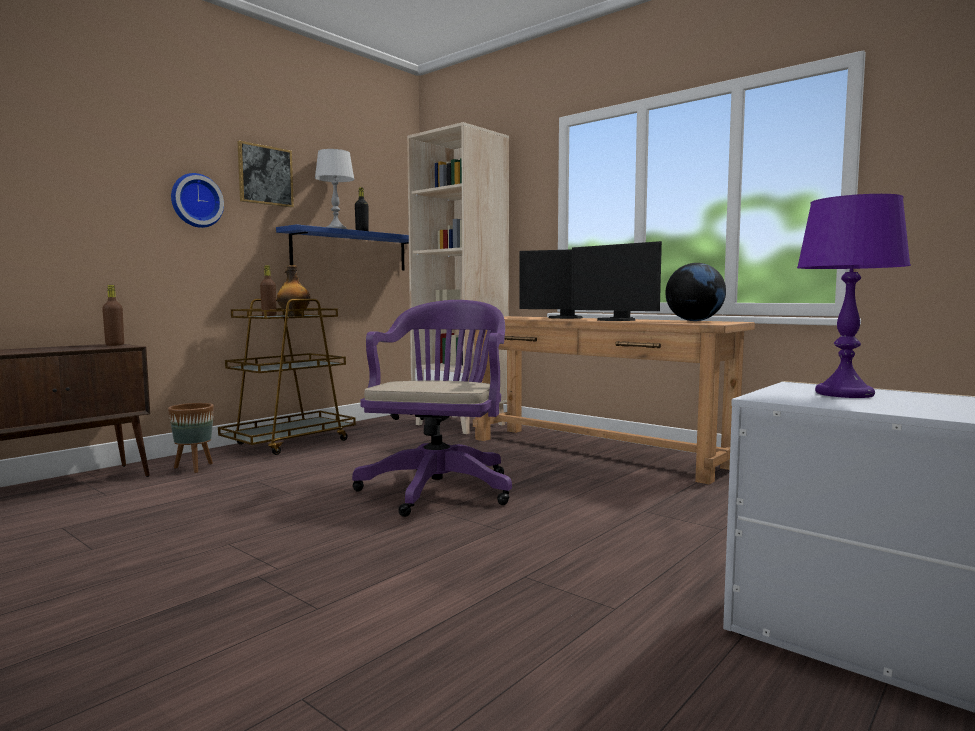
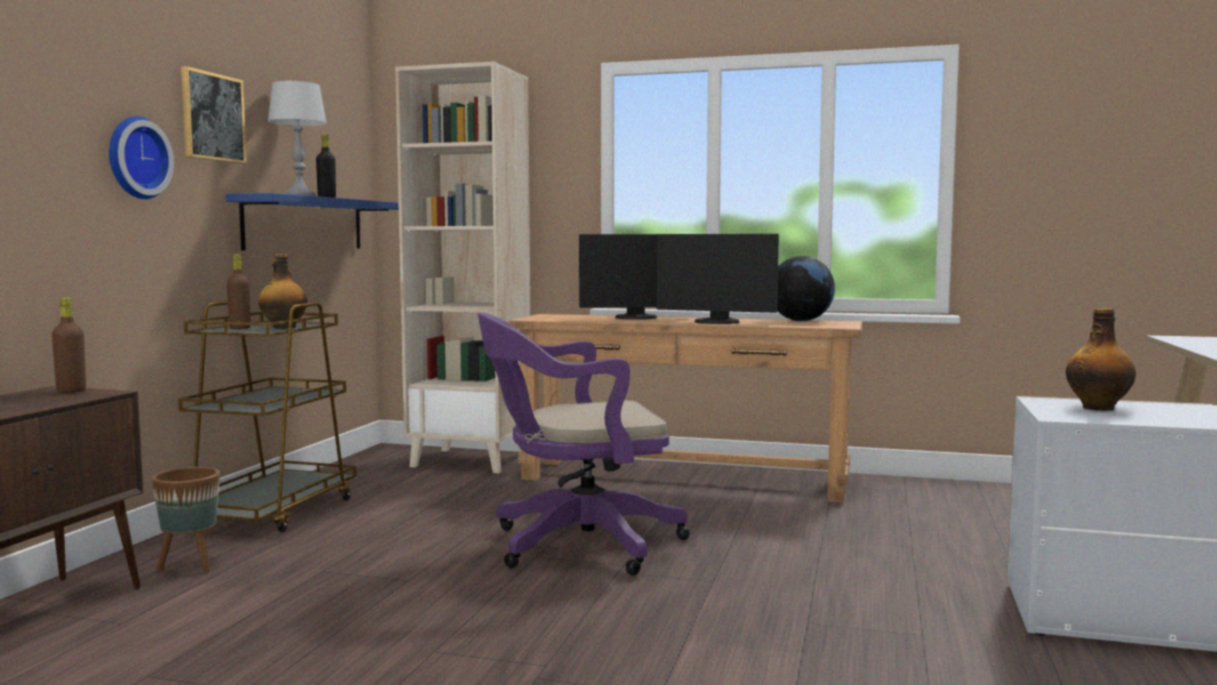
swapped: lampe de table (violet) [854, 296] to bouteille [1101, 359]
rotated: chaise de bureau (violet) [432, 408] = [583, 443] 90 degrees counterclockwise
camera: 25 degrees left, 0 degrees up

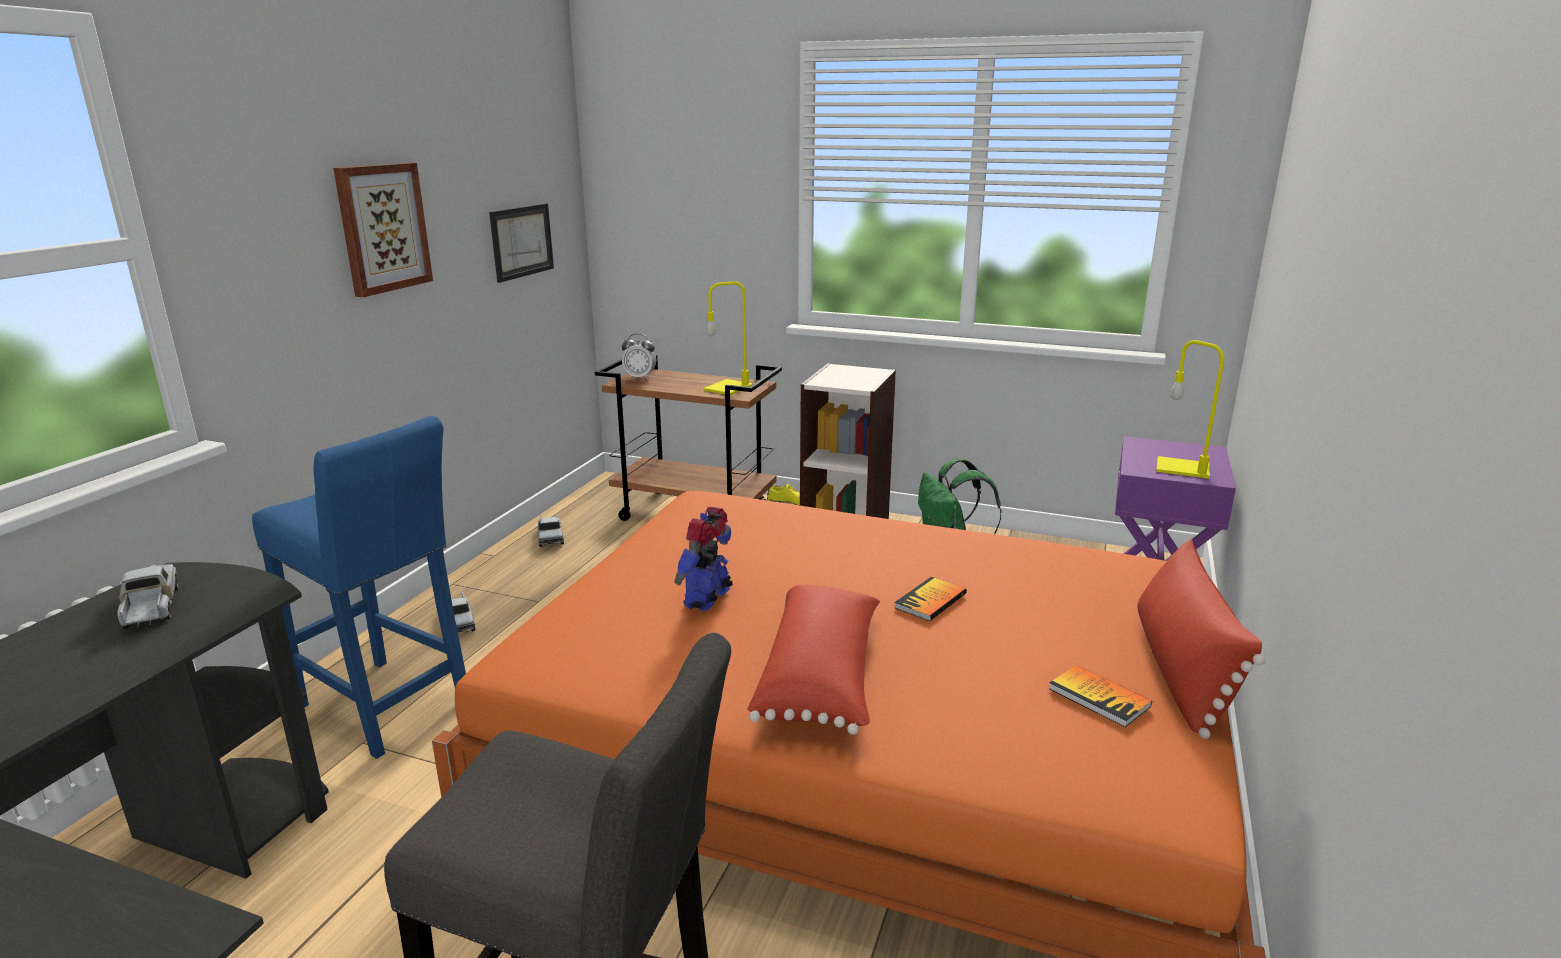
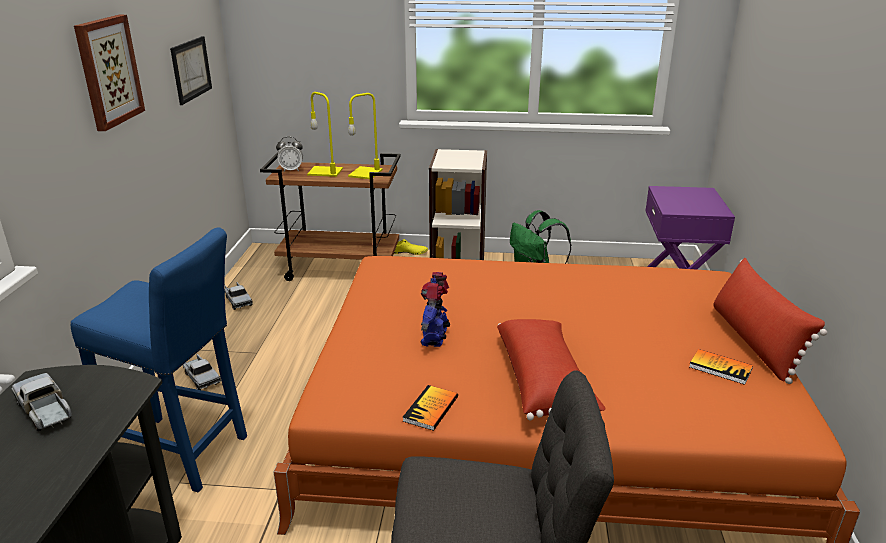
shifted: lampe de table (jaune) [1190, 409] to [325, 134]; livre [930, 599] to [430, 408]
camera: 15 degrees left, 5 degrees up

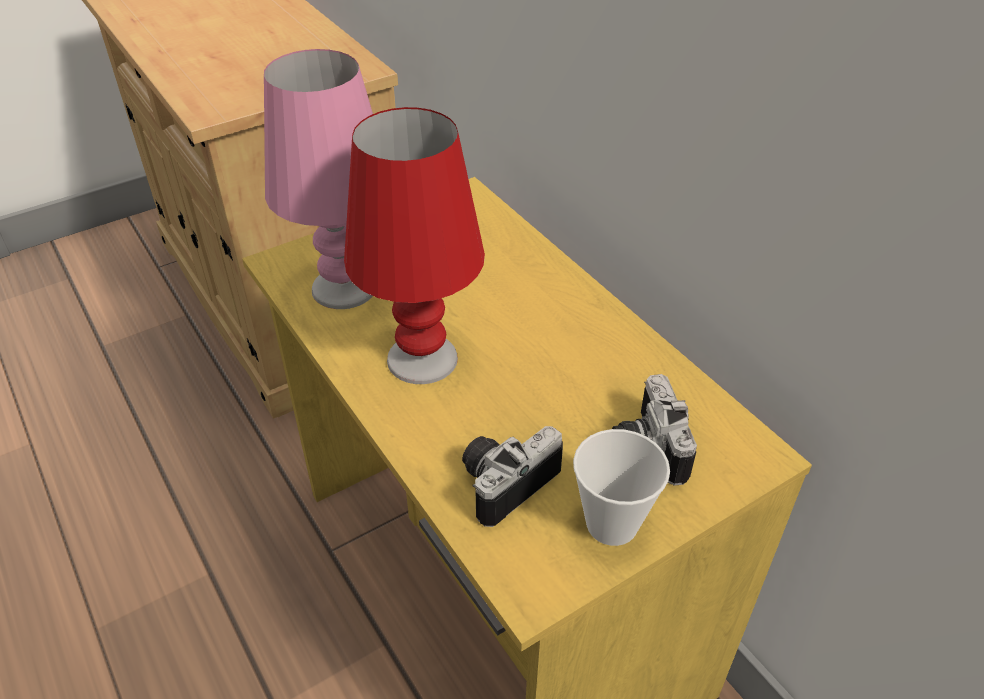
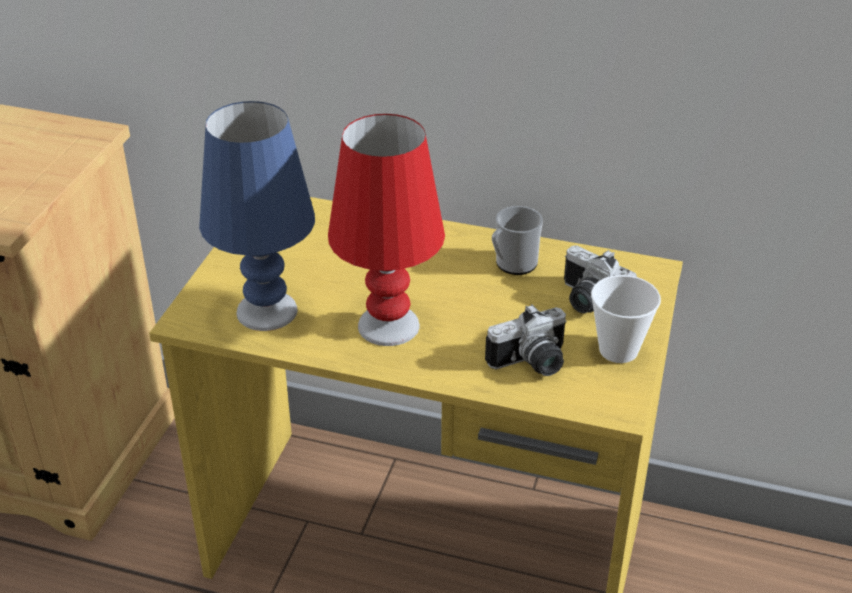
new: mug [517, 240]
repainted: lampe de table (rose) [318, 179] to lampe de table (bleu) [257, 216]
rotated: appareil photo [512, 476] = [526, 340] 120 degrees counterclockwise
camera: 40 degrees left, 5 degrees down

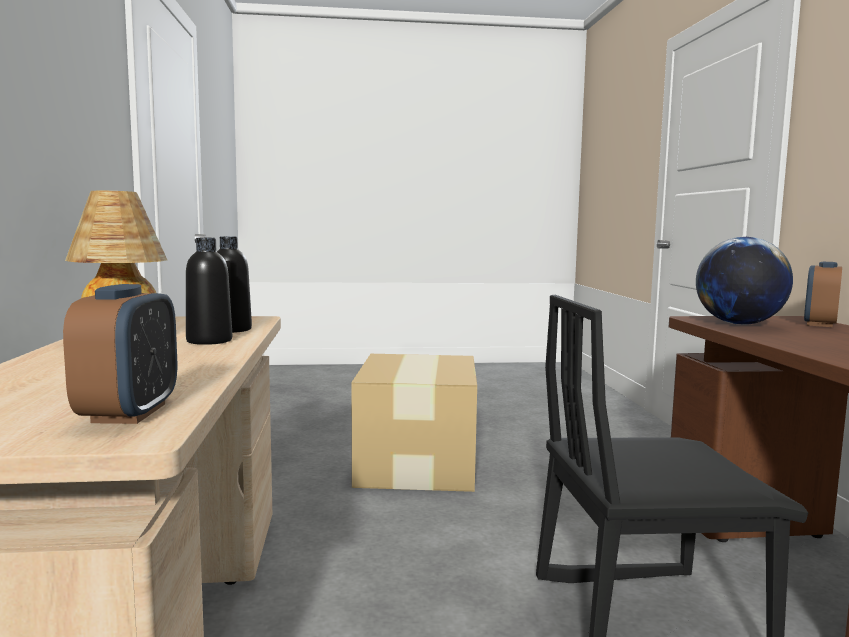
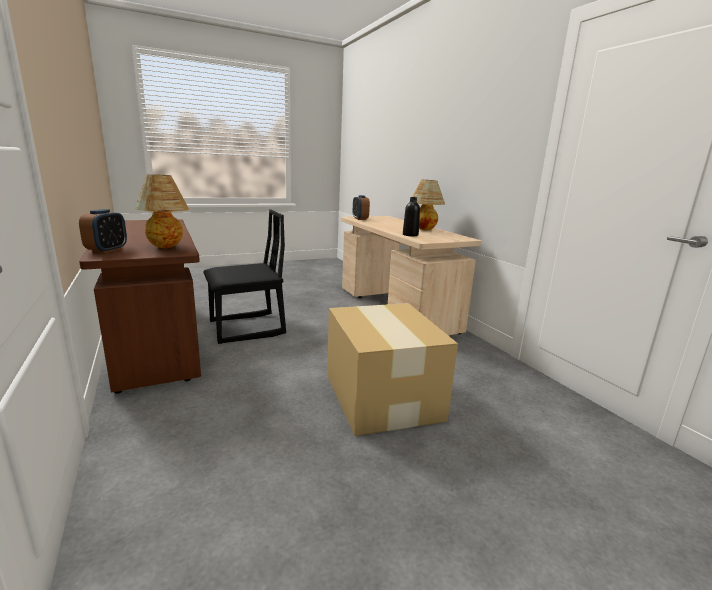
gone: bouteille (noir) [209, 291]
swapped: globe [744, 281] to lampe de table [162, 211]
camera: 160 degrees right, 10 degrees up

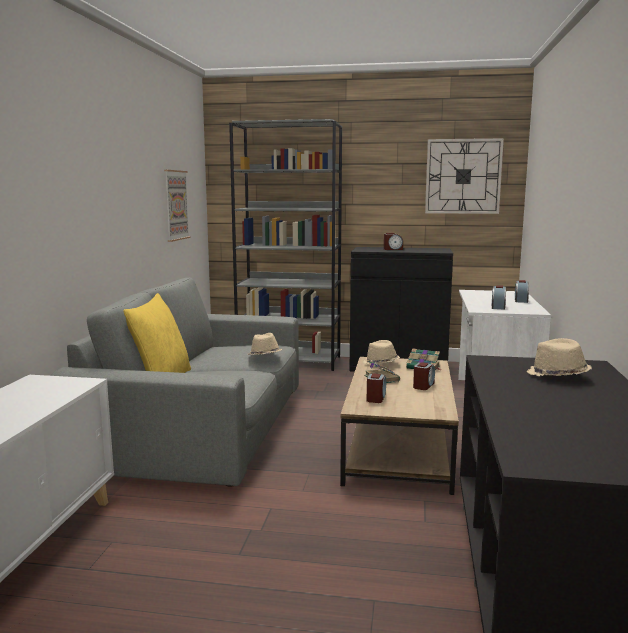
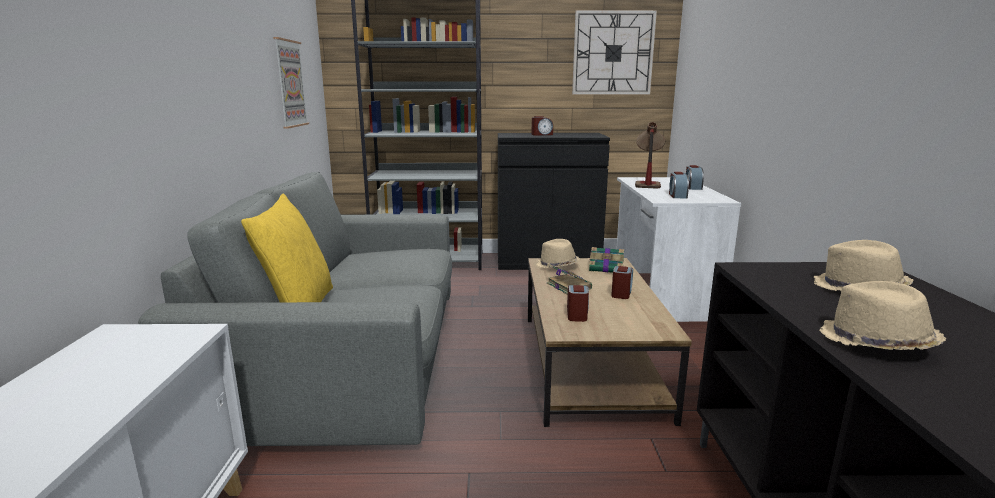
new: lampe de table [650, 155]
shifted: chapeau (beige) [264, 344] to [882, 315]
camera: 10 degrees left, 5 degrees up

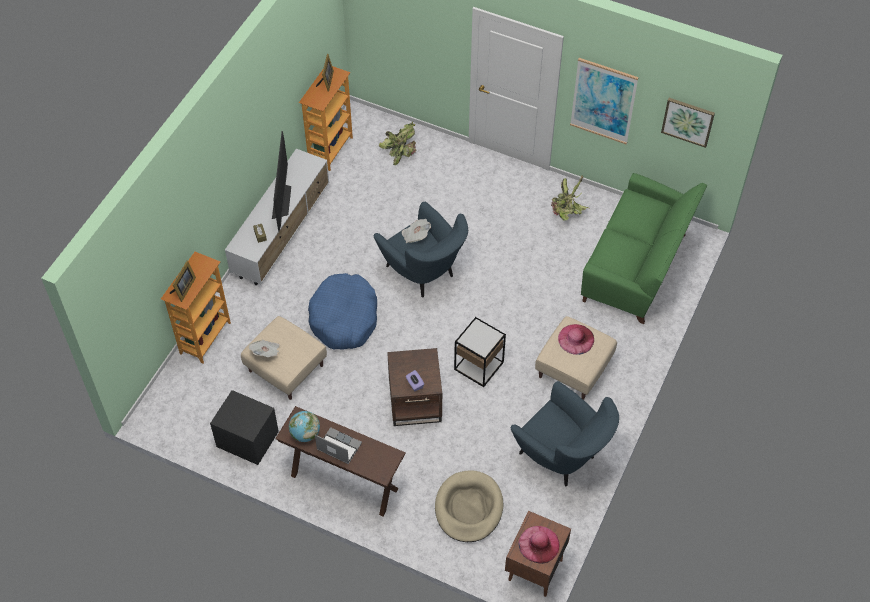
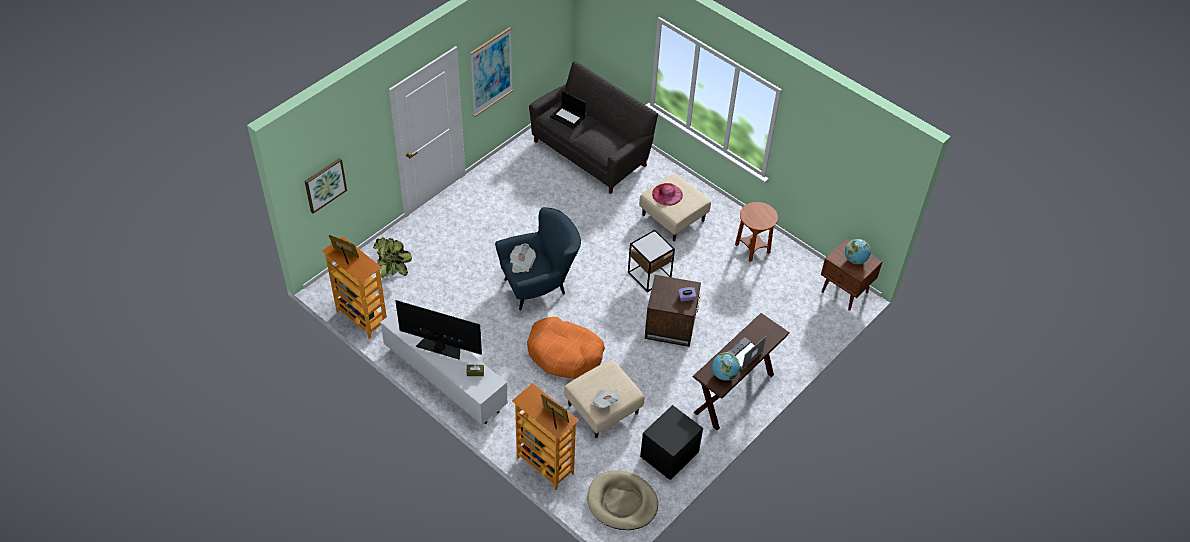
gone: plante en pot [571, 197]
new: ordinateur portable [568, 110]
shifted: tableau [688, 123] to [326, 186]; panier pour chien (beige) [469, 506] to [622, 500]
swapped: fauteuil (bleu) [564, 433] to table d'appoint (marron) [756, 232]; chapeau (rose) [538, 545] to globe [858, 251]
repainted: panier pour chien (bleu) [342, 311] to panier pour chien (orange) [566, 348]; canapé (vert) [644, 248] to canapé (gris) [593, 127]
camera: 75 degrees left, 5 degrees down

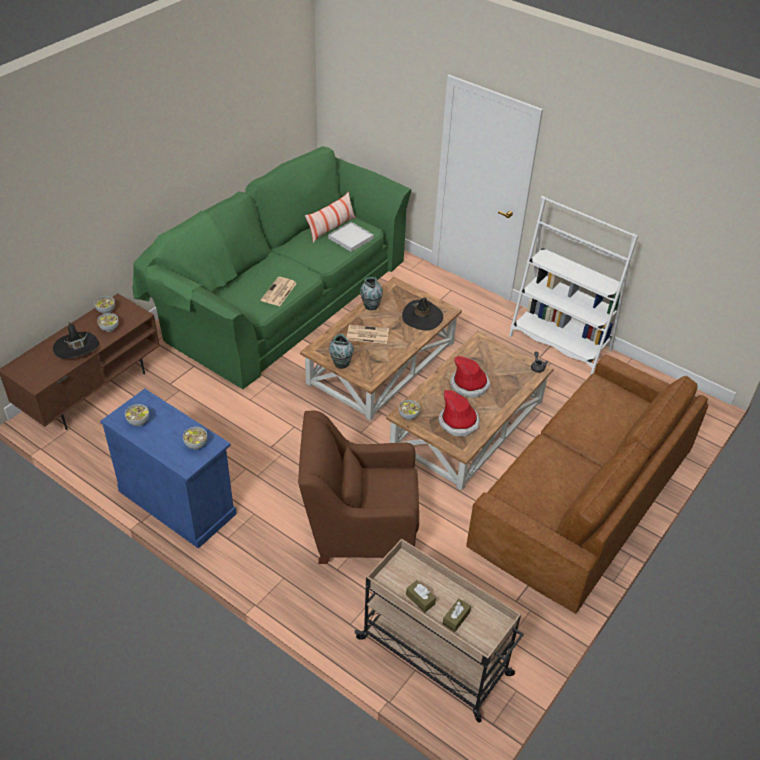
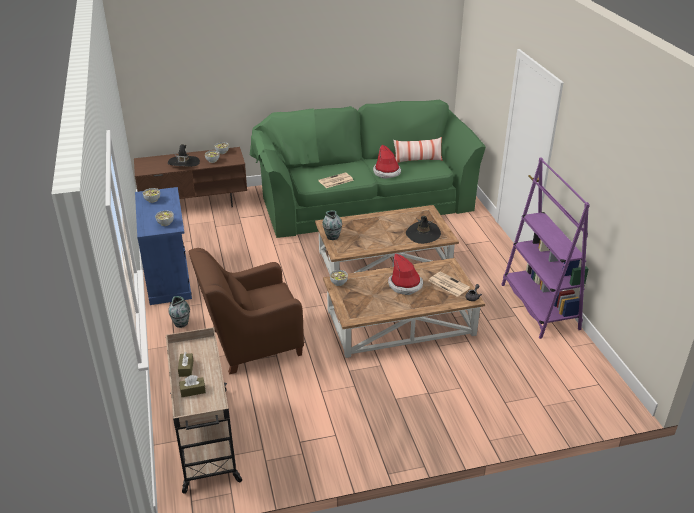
gone: plateau (blanc) [350, 237]; canapé (marron) [587, 484]
shifted: vase [371, 293] to [179, 312]; chapeau [459, 413] to [387, 161]; journal [368, 334] to [449, 284]
repainted: bibliothèque (blanc) [573, 285] to bibliothèque (violet) [545, 248]
rotated: fauteuil (marron) [358, 487] = [246, 311] 60 degrees counterclockwise
camera: 40 degrees right, 10 degrees down

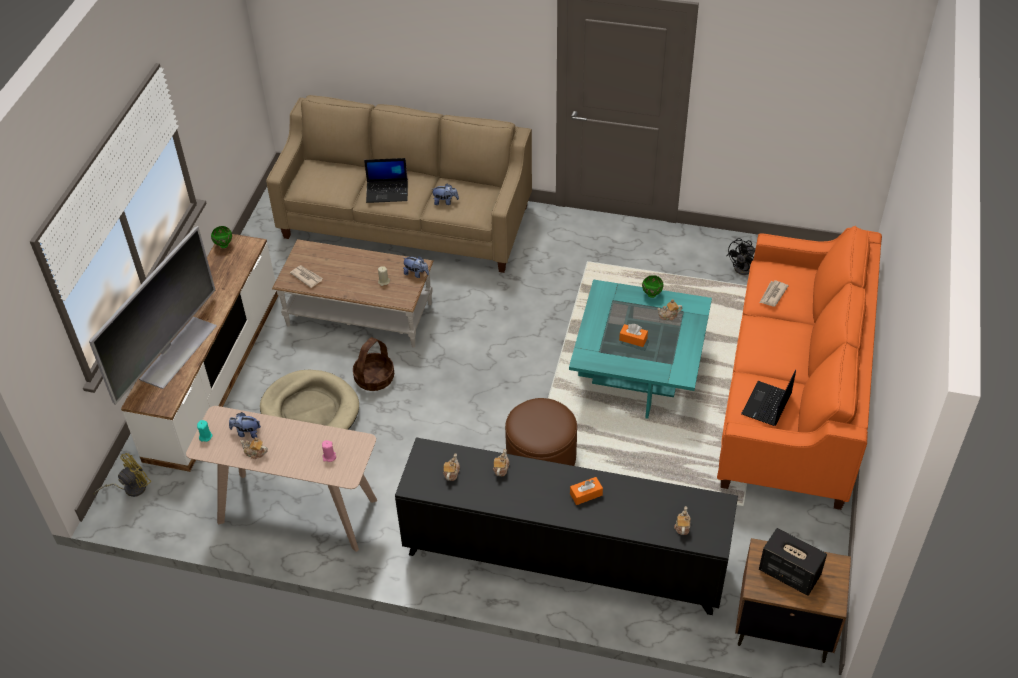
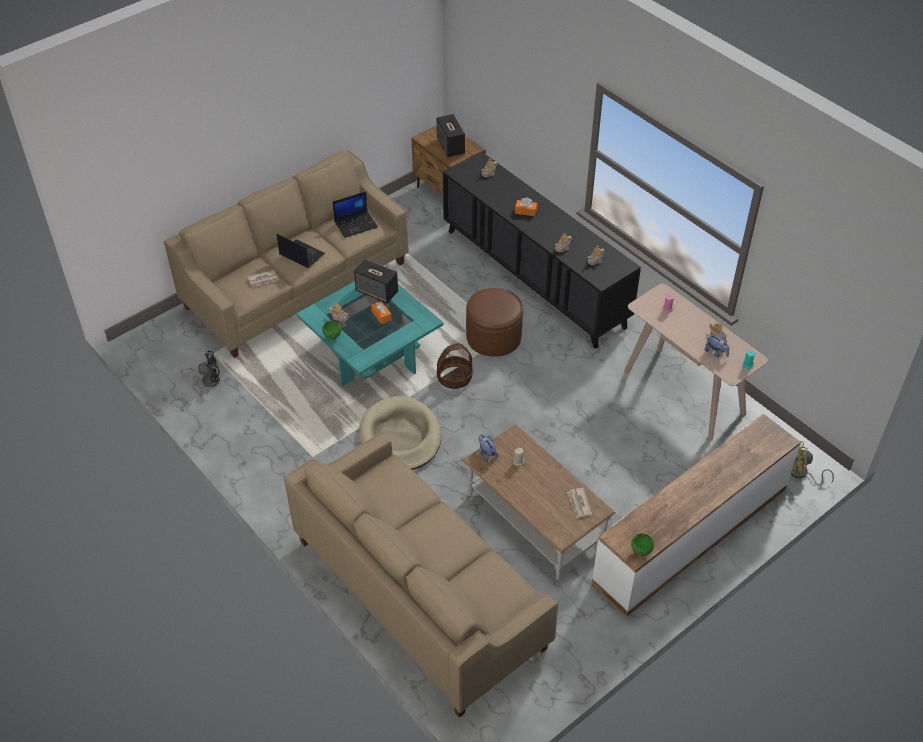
gone: téléviseur [153, 315]; peluche [445, 194]
new: enceinte [376, 281]
shifted: ordinateur portable [386, 180] to [301, 251]; panier pour chien (beige) [309, 400] to [400, 433]; panier [373, 364] to [454, 366]
repainted: canapé (orange) [799, 368] to canapé (beige) [286, 254]
camera: 145 degrees left, 0 degrees up

